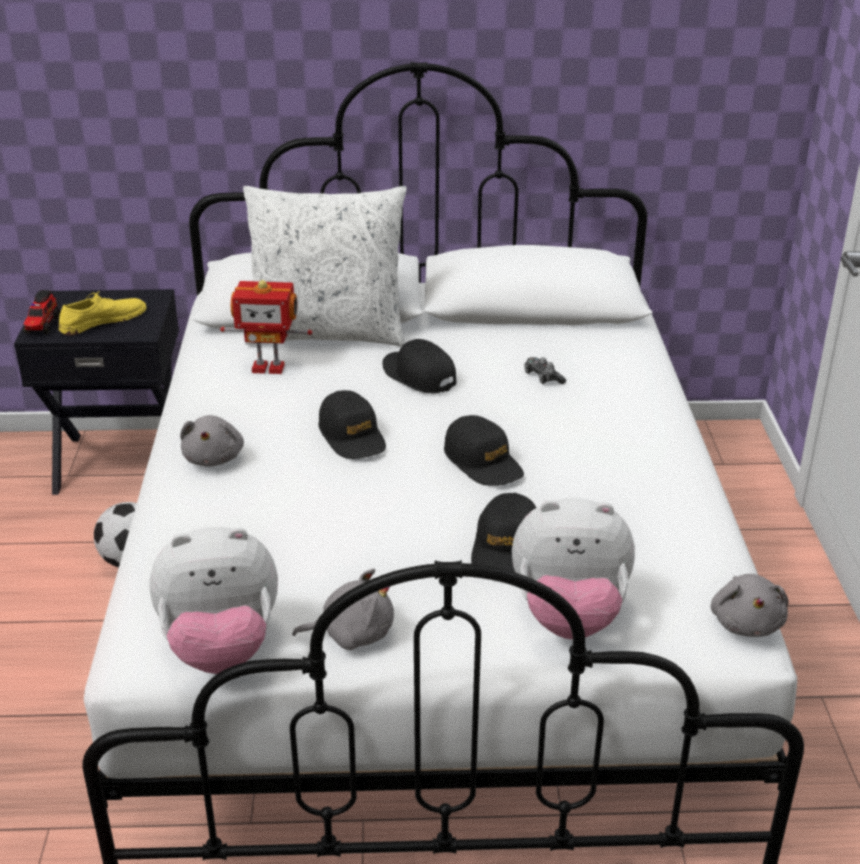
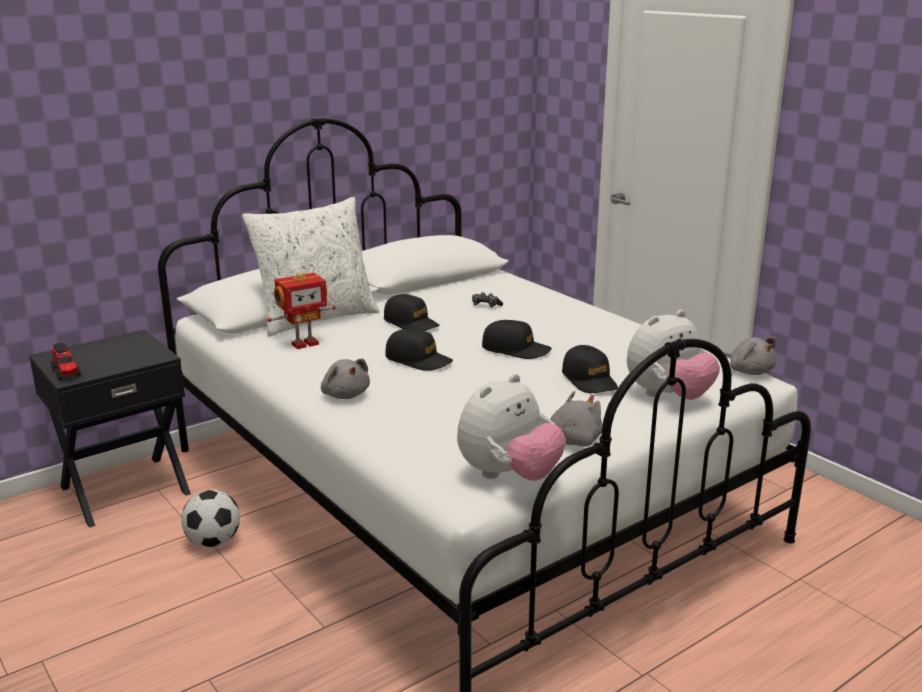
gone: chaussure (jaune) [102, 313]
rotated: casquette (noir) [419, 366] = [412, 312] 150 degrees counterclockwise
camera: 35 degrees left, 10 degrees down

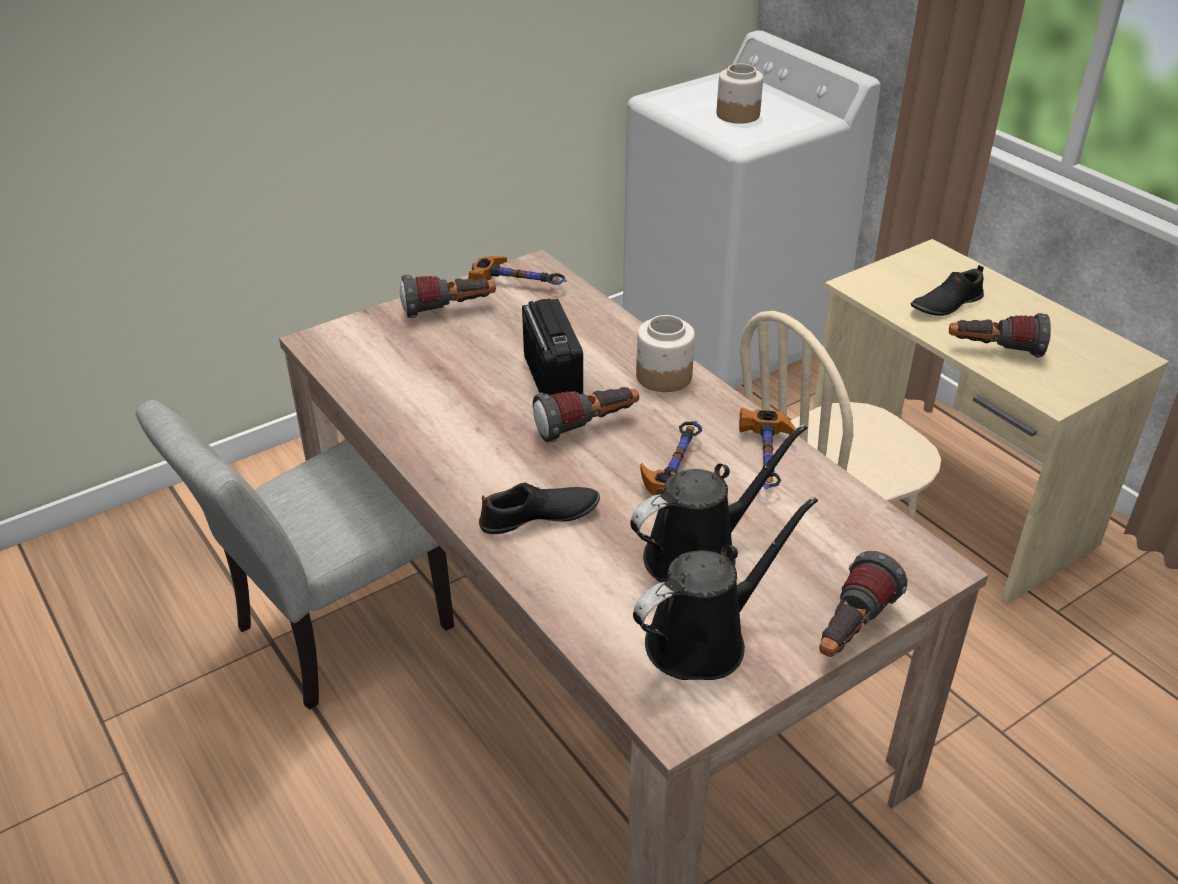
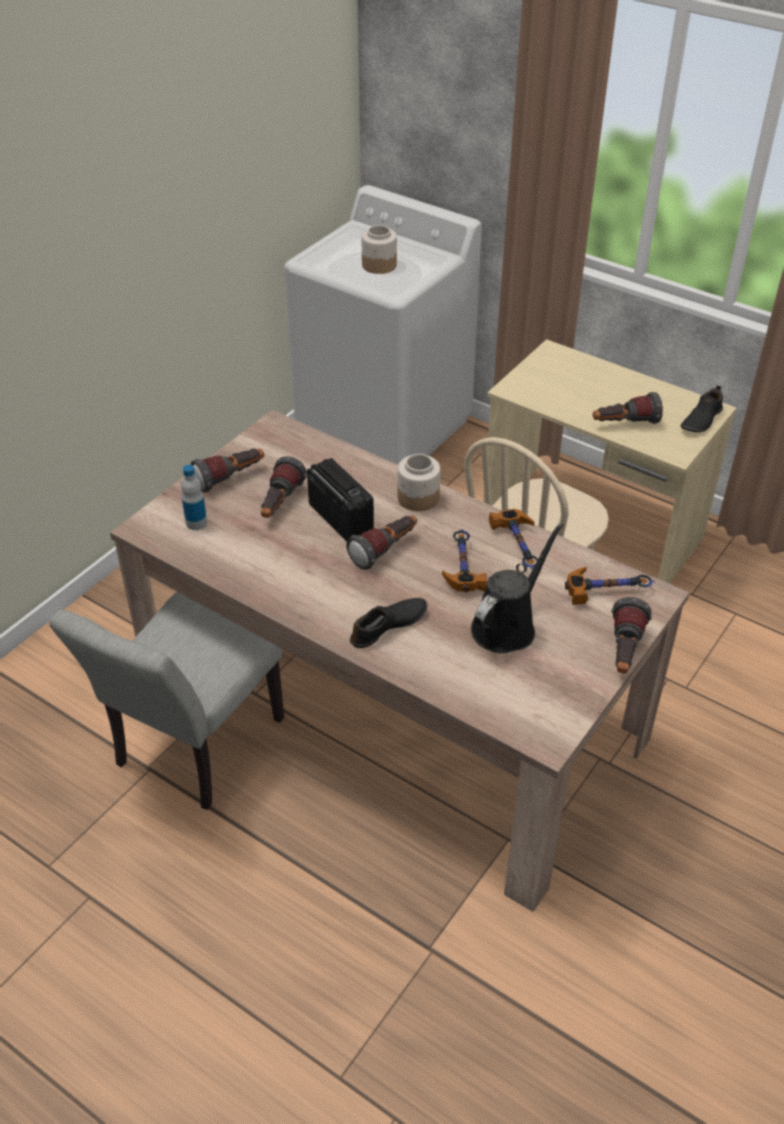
gone: arrosoir (noir) [725, 588]
new: bouteille [194, 497]; lampe de poche [284, 487]
shifted: marteau [517, 270] to [610, 586]; chaussure (noir) [947, 290] to [702, 408]
camera: 20 degrees left, 5 degrees up

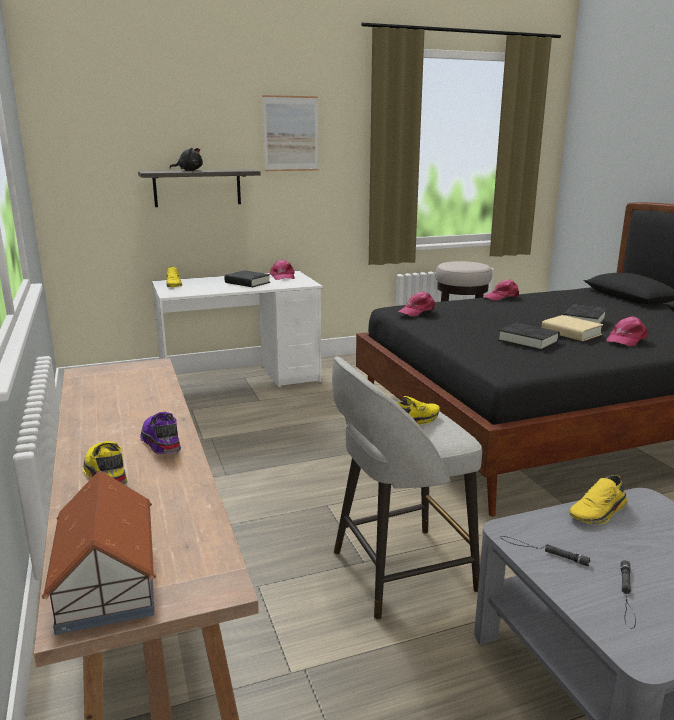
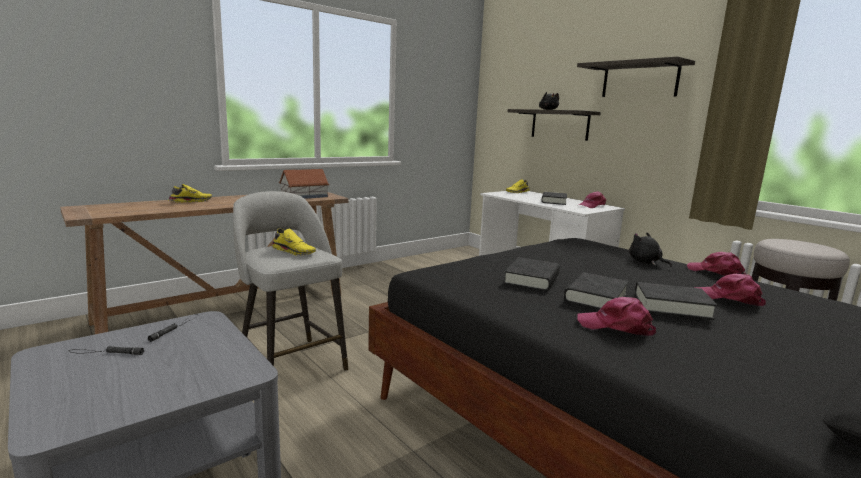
gone: chaussure (violet) [160, 433]; chaussure (jaune) [598, 500]
new: peluche (noir) [650, 249]
shifted: maison miniature [99, 552] to [304, 184]; casquette (rose) [416, 303] to [729, 290]
swapped: tableau [290, 133] to étagère [636, 76]
repainted: livre (beige) [572, 328] to livre (noir) [596, 291]
camera: 70 degrees right, 5 degrees down

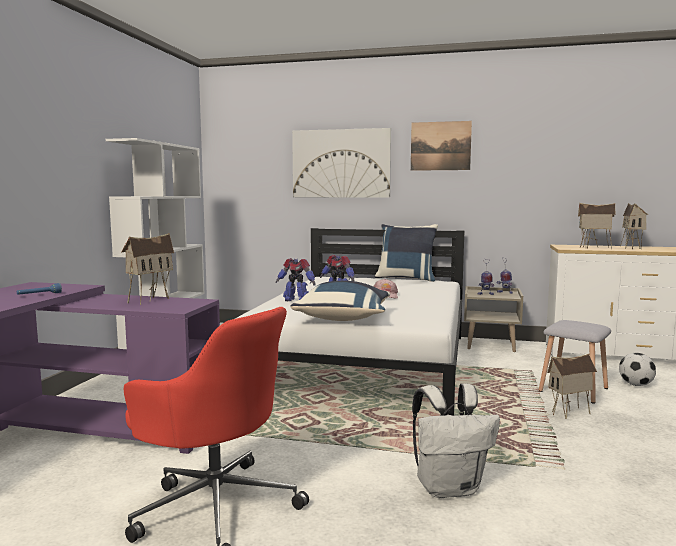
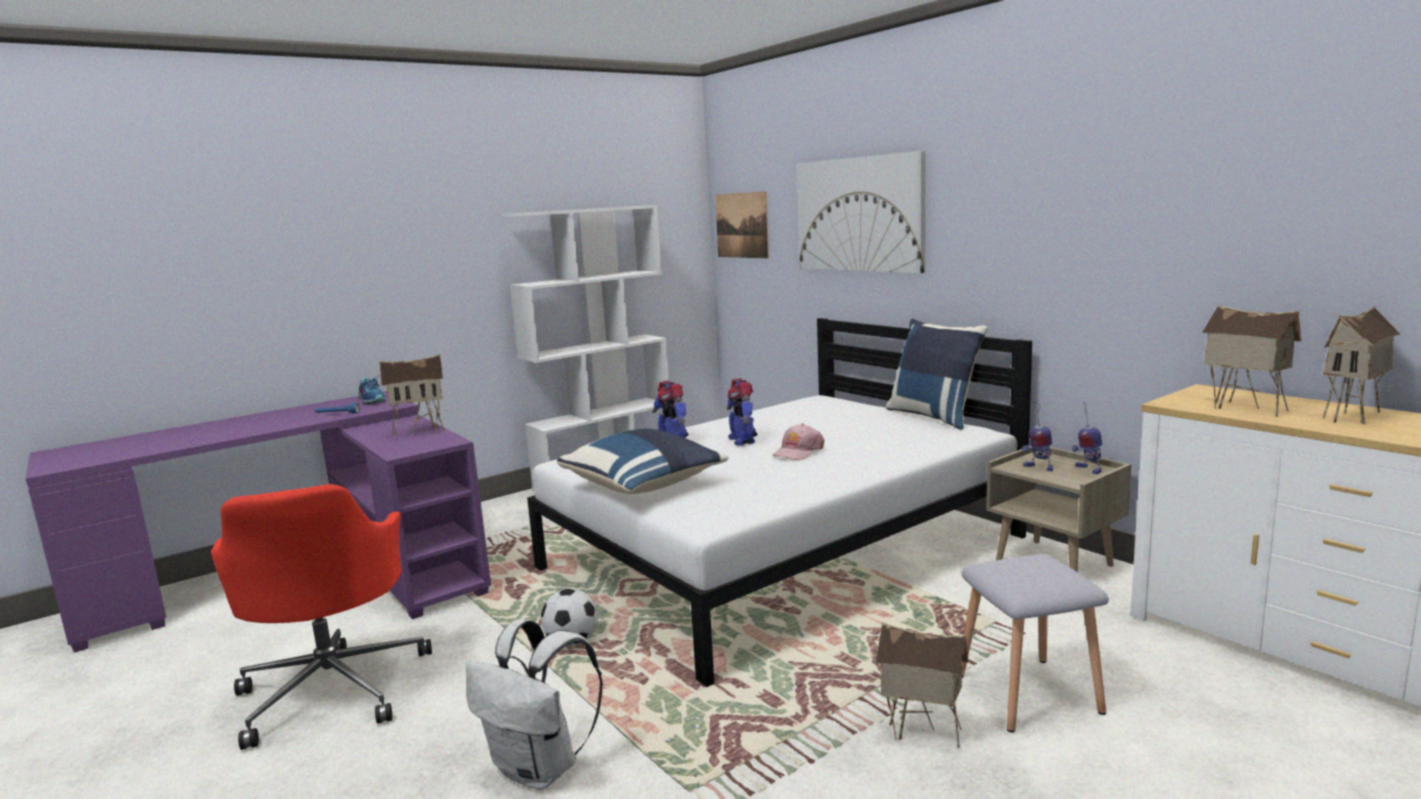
new: chaussure [372, 390]
shifted: ballon de foot [637, 369] to [569, 617]; tableau [441, 146] to [742, 224]
camera: 40 degrees right, 5 degrees up

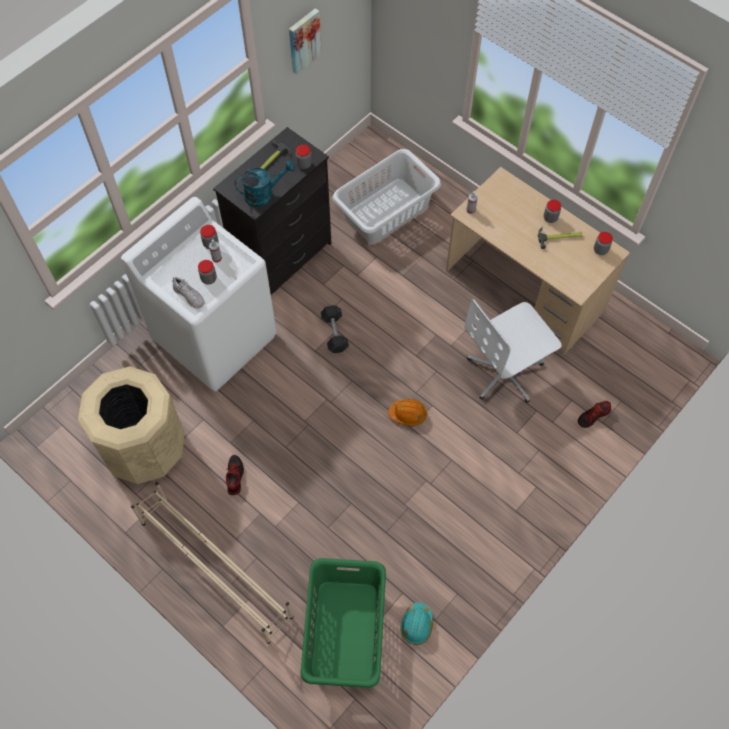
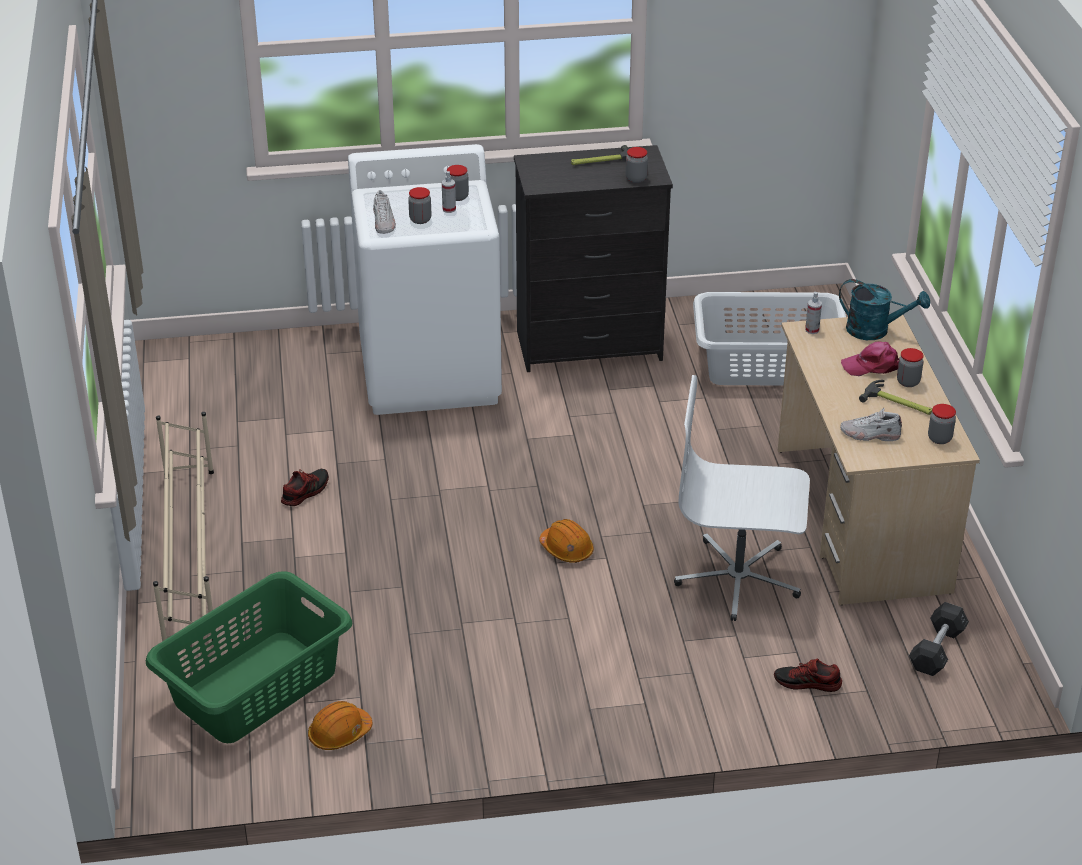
gone: poubelle (beige) [131, 425]; tableau [305, 41]
new: chaussure (blanc) [871, 424]; casquette (rose) [870, 359]
shifted: arrosoir (turquoise) [265, 184] to [884, 309]; haltère (gris) [335, 329] to [939, 639]
repainted: casque de chantier (turquoise) [416, 623] to casque de chantier (orange) [340, 725]
camera: 40 degrees right, 25 degrees down

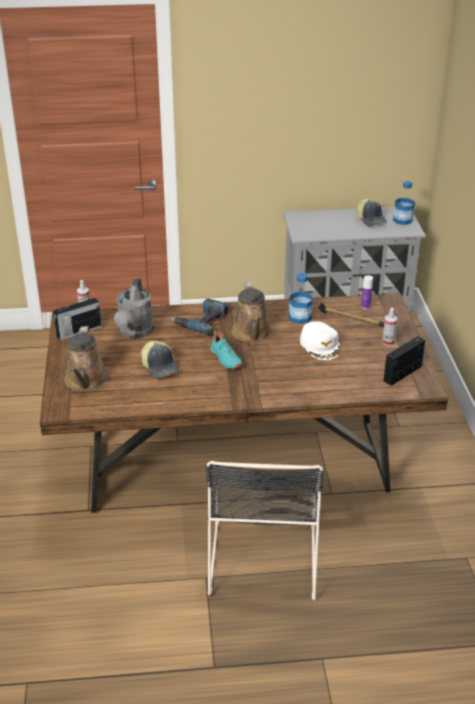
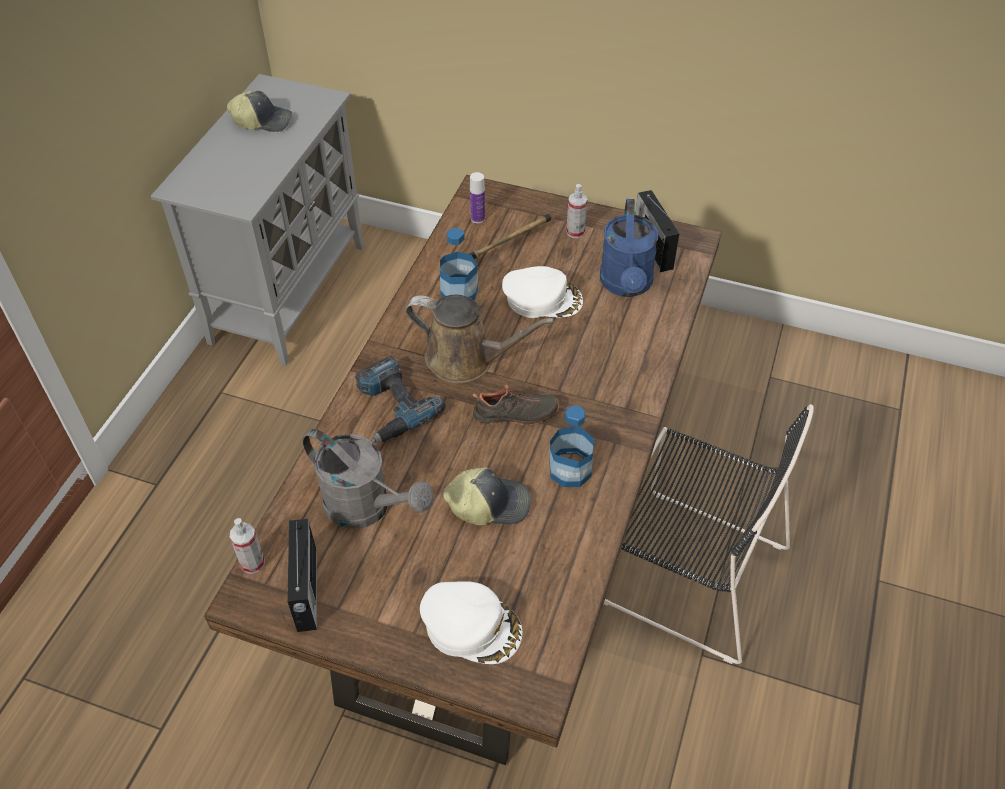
new: arrosoir (bleu) [629, 248]
shifted: bouteille [404, 203] to [572, 446]
swapped: arrosoir (marron) [86, 358] to casquette (blanc) [471, 622]
repainted: chaussure (turquoise) [226, 350] to chaussure (noir) [515, 405]
camera: 65 degrees left, 15 degrees up

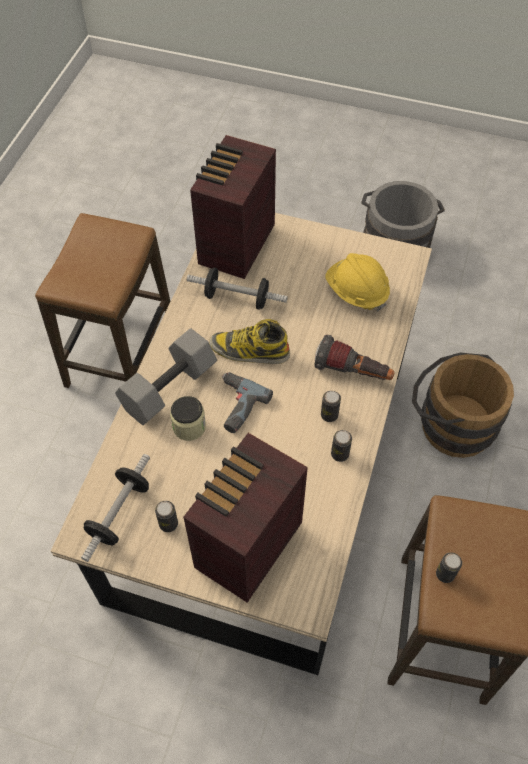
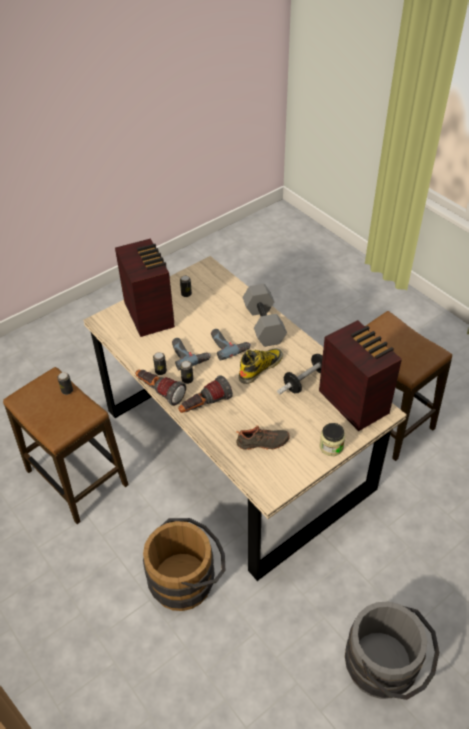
gone: haltère [115, 508]
new: lampe de poche [160, 387]; perceuse [191, 354]
shifted: bocal [188, 418] to [332, 439]
swapped: casque de chantier (jaune) [357, 282] to chaussure (noir) [263, 437]
camera: 125 degrees right, 10 degrees down

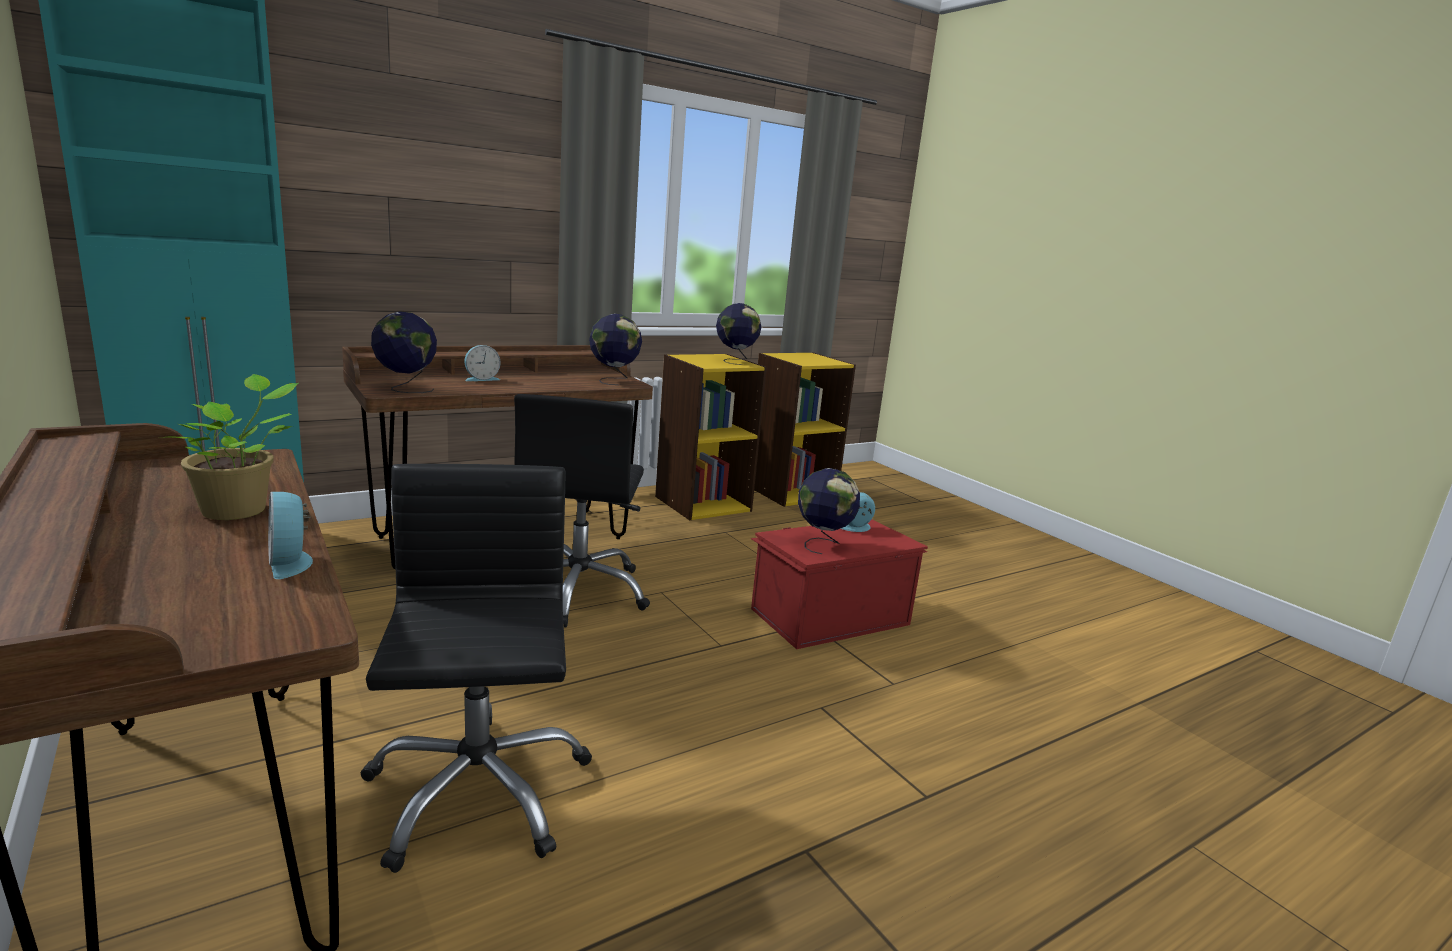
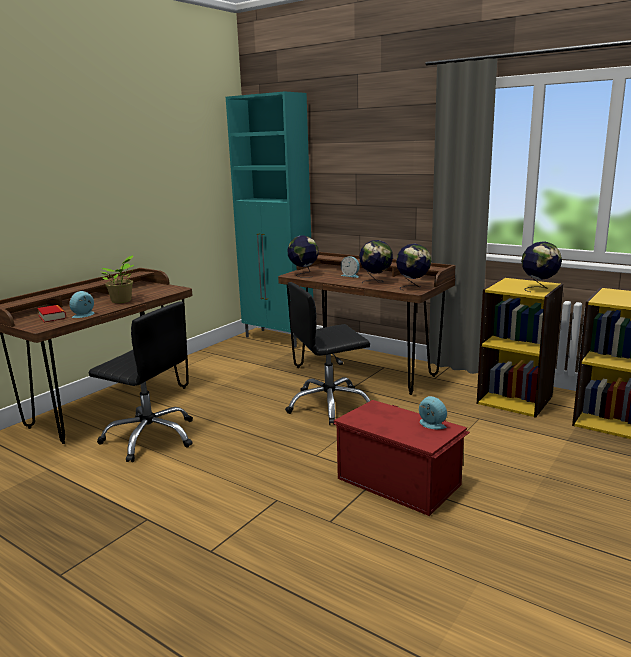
new: livre [51, 314]
shifted: globe [829, 511] to [376, 261]
rotated: chaise de bureau (noir) [476, 668] = [141, 381] 60 degrees clockwise
camera: 70 degrees right, 0 degrees up

